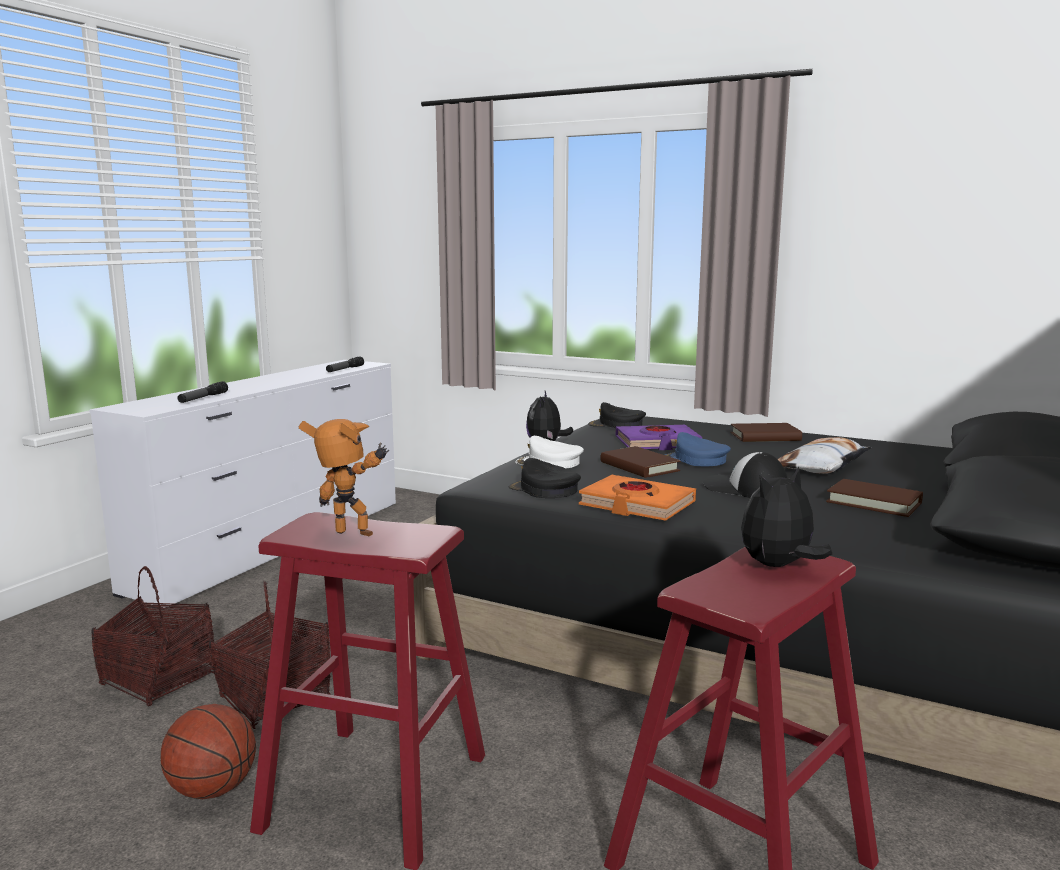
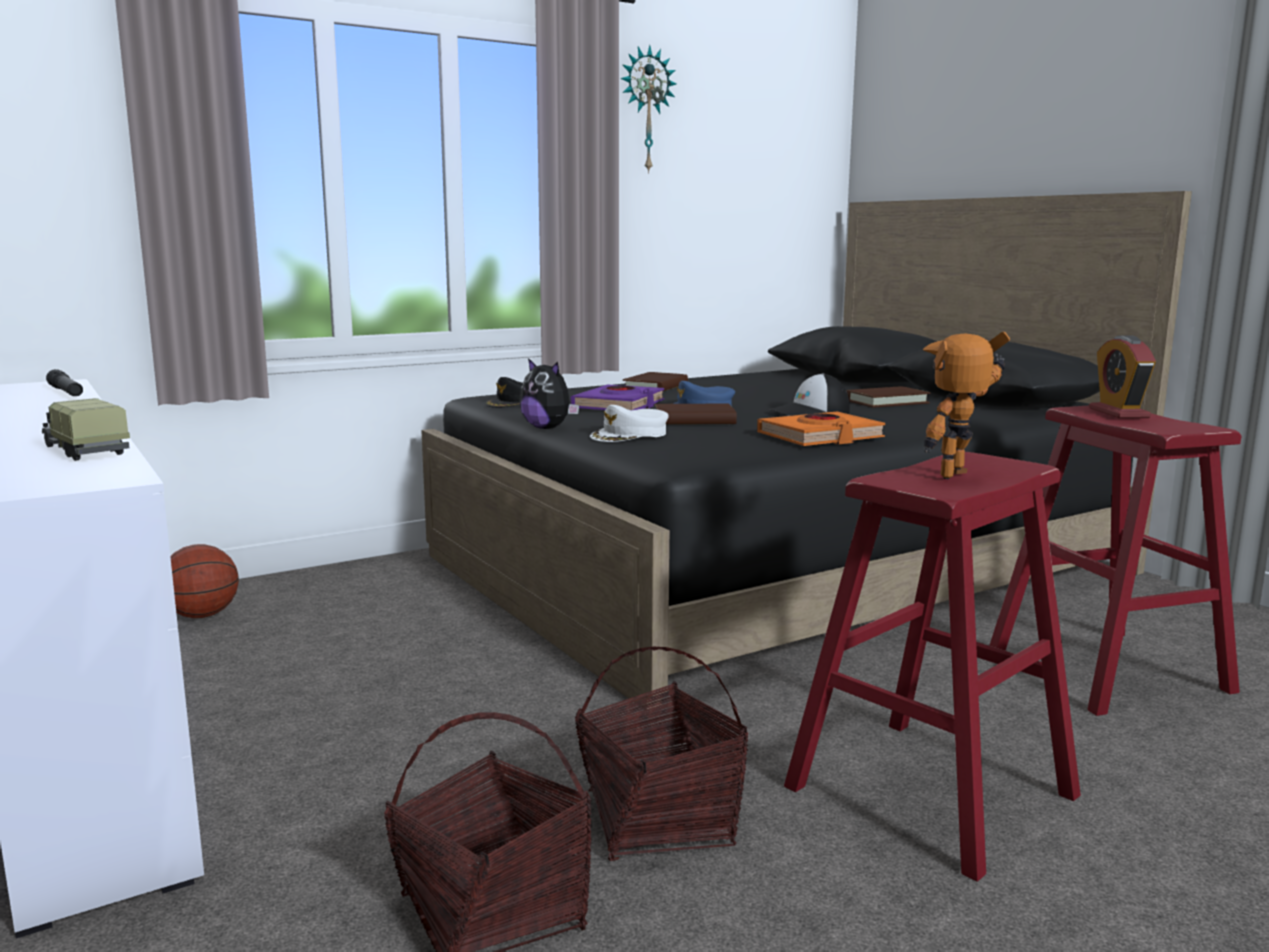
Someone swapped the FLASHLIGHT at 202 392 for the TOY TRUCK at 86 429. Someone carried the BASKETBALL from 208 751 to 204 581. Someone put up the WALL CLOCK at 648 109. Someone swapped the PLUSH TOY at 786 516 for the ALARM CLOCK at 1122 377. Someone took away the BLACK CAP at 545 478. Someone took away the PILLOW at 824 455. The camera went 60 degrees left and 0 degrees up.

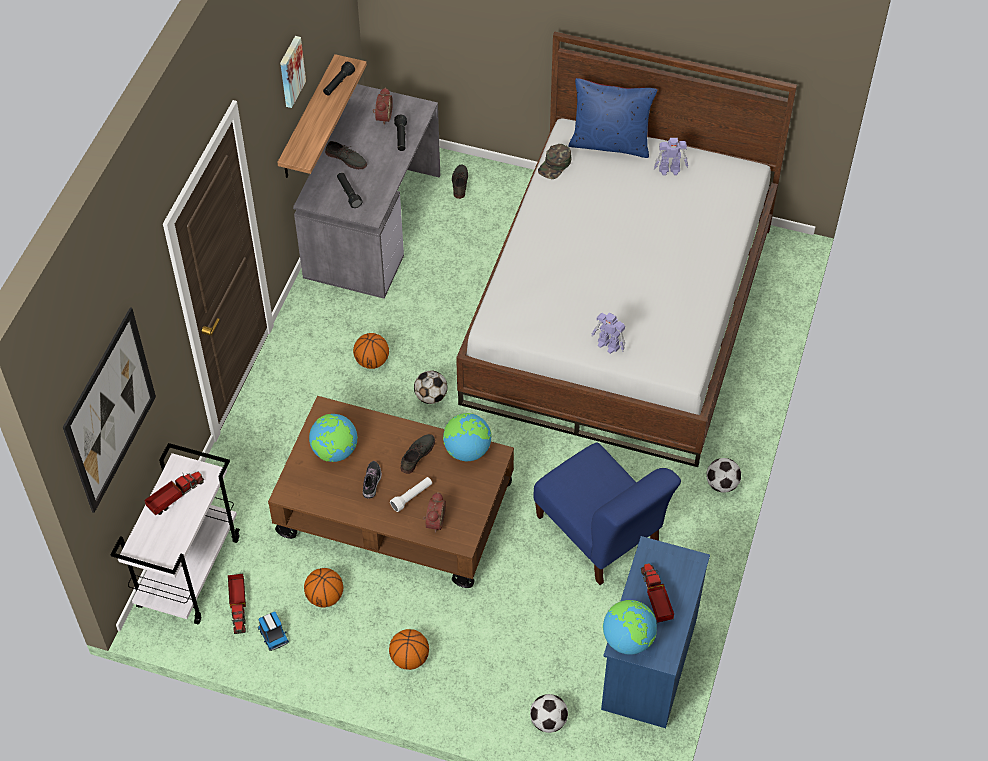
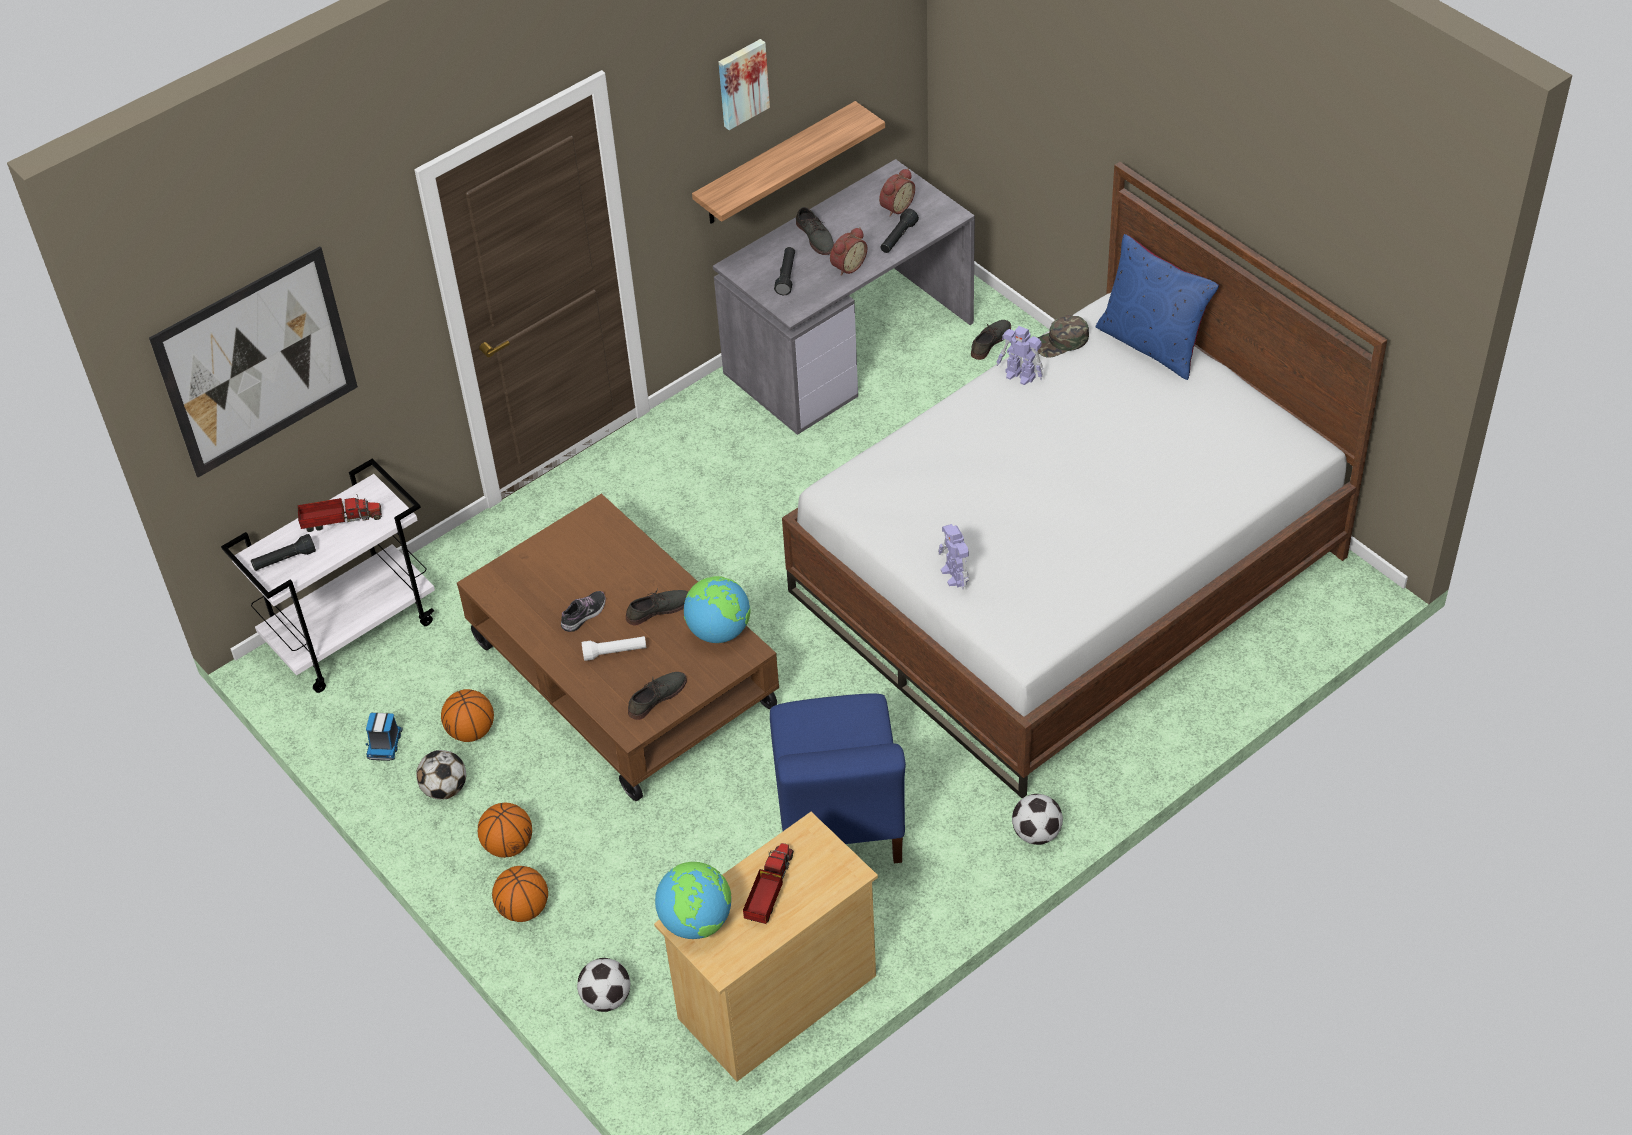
Someone carried the BLACK FLASHLIGHT from 339 78 to 283 552. Someone carried the FOOTBALL from 431 387 to 441 775. Someone carried the BASKETBALL from 371 351 to 520 894. Someone put down the GREY SHOE at 657 696. Someone repainted the BLUE DRESSER at 655 632, which became the BEIGE DRESSER at 766 946. Someone carried the ALARM CLOCK from 434 512 to 848 251. Someone carried the TOY ROBOT from 671 156 to 1019 355. Someone took away the TOY TRUCK at 237 604. Someone took away the GLOBE at 333 438. The camera went 35 degrees right and 5 degrees down.

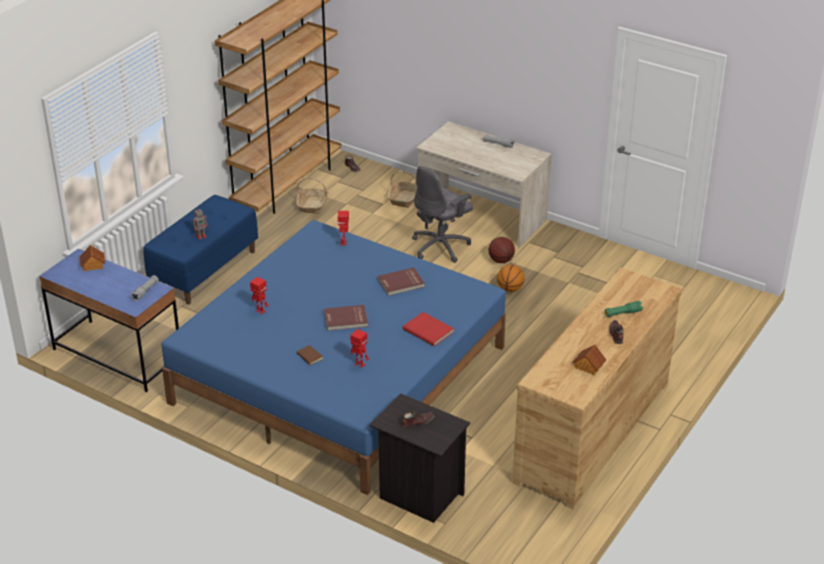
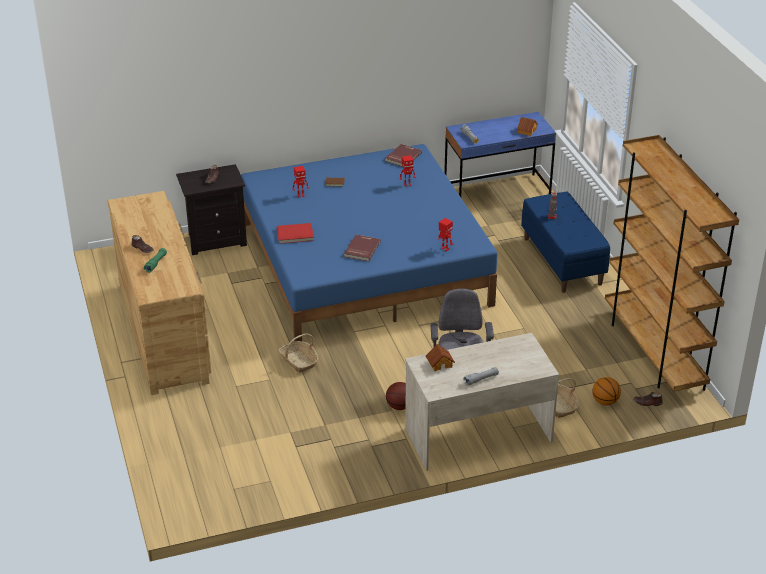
Someone carried the BASKET from 313 195 to 298 353. Someone carried the RED BOOK from 346 318 to 403 155. Someone carried the TOY HOUSE from 589 360 to 440 357. Someone carried the BASKETBALL from 510 278 to 606 391. The camera went 130 degrees right and 0 degrees up.

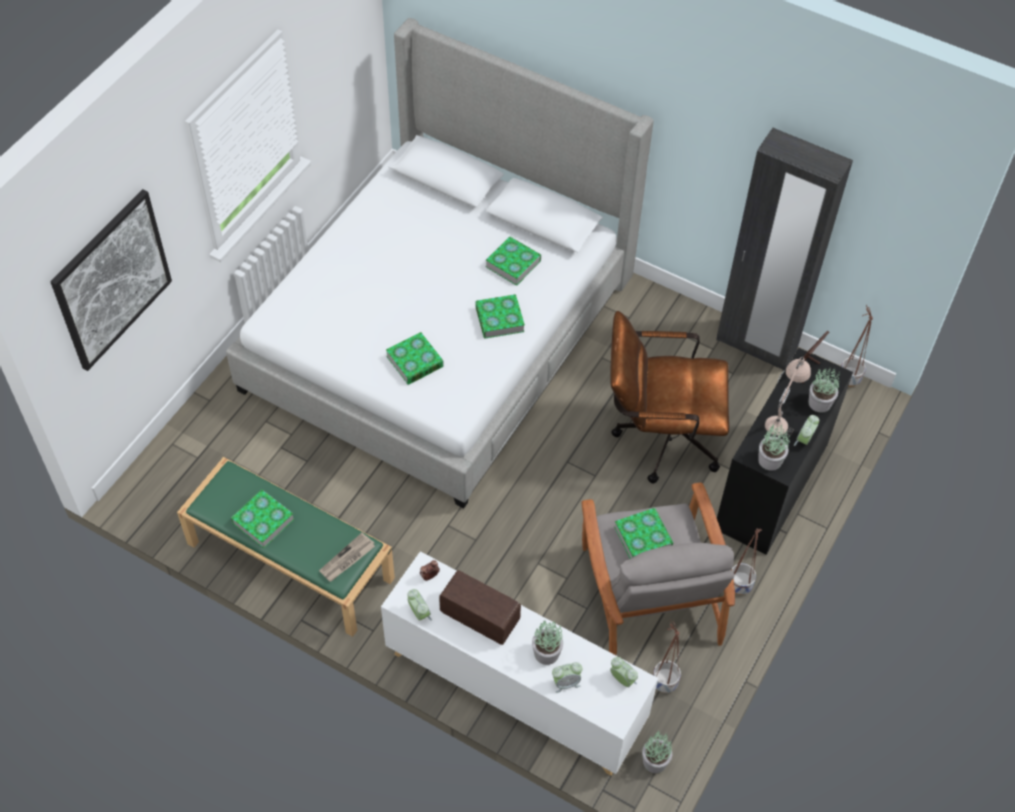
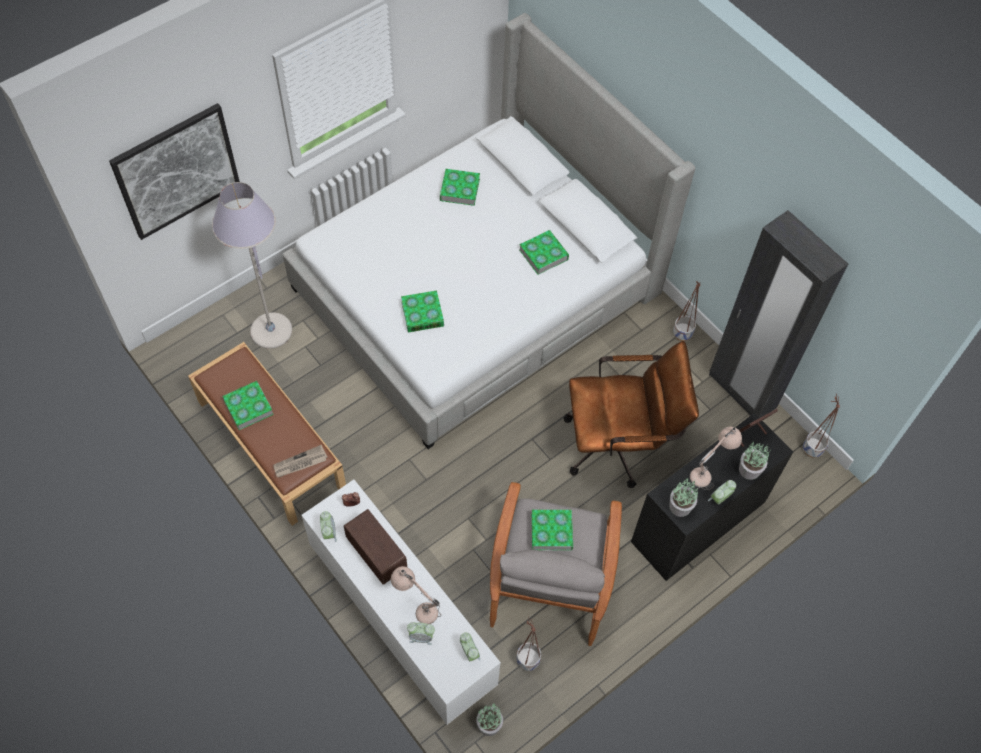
Someone repainted the GREEN BENCH at 286 547, which became the BROWN BENCH at 267 434. Someone put down the GREY FLOOR LAMP at 252 265. Someone swapped the POTTED PLANT at 547 642 for the BEIGE TABLE LAMP at 416 595. Someone carried the BOOK from 500 316 to 460 187. Someone rotated the BROWN OFFICE CHAIR at 669 397 by 150 degrees clockwise. Someone carried the PLANTER from 747 562 to 687 311. The camera went 20 degrees right and 5 degrees up.

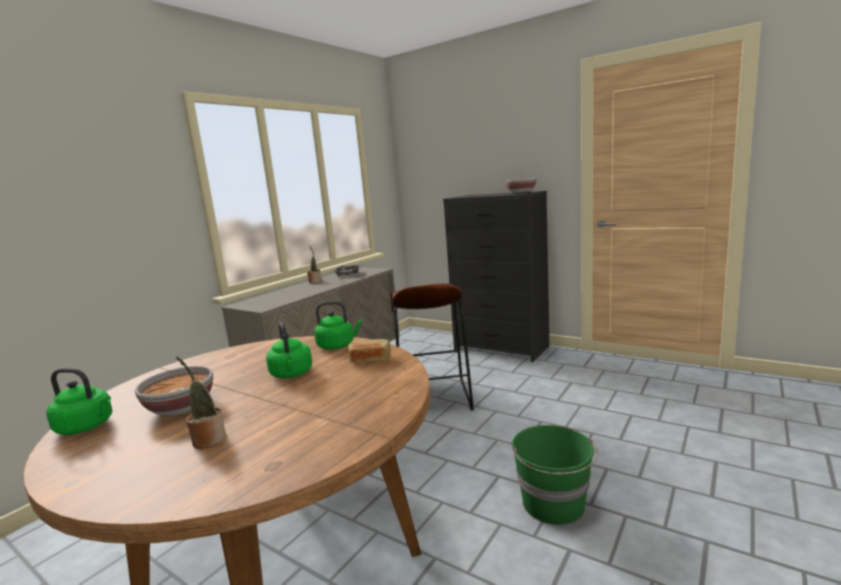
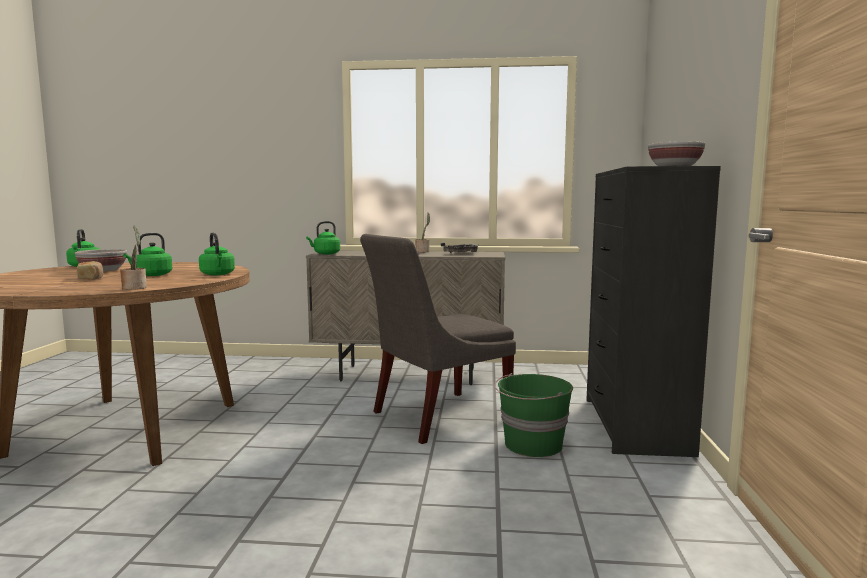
Someone carried the BREAD from 369 351 to 90 270. Someone carried the POTTED PLANT from 201 402 to 133 258. Someone put down the GREEN KETTLE at 323 237. Someone swapped the BROWN STOOL at 433 346 for the GREY CHAIR at 438 339. Someone carried the GREEN BUCKET from 554 475 to 533 415. The camera went 60 degrees right and 5 degrees down.

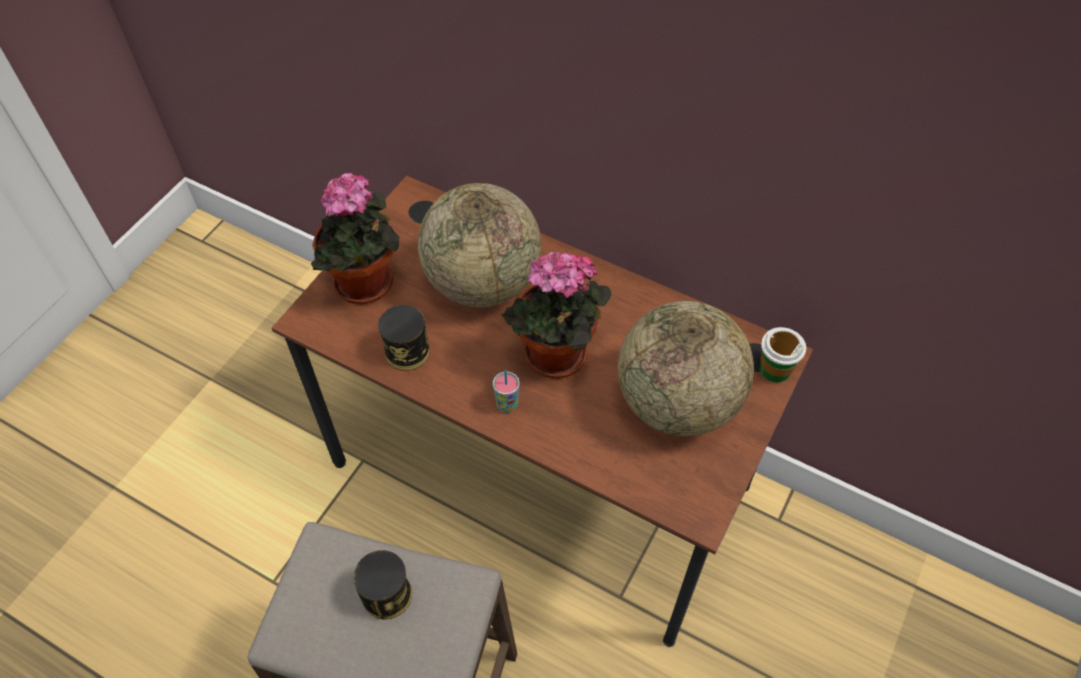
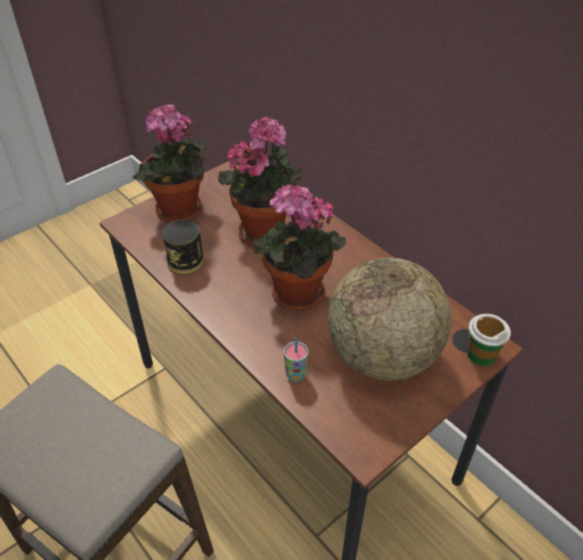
Someone swapped the GLOBE at 479 245 for the POTTED PLANT at 260 181. Someone carried the CUP from 506 391 to 296 359. Someone took away the CAN at 383 584. The camera went 20 degrees right and 10 degrees down.

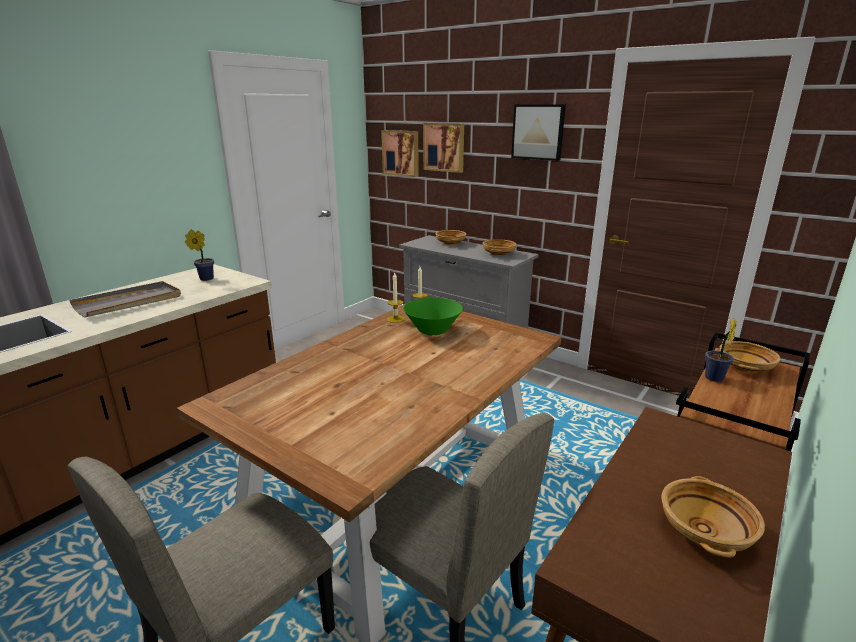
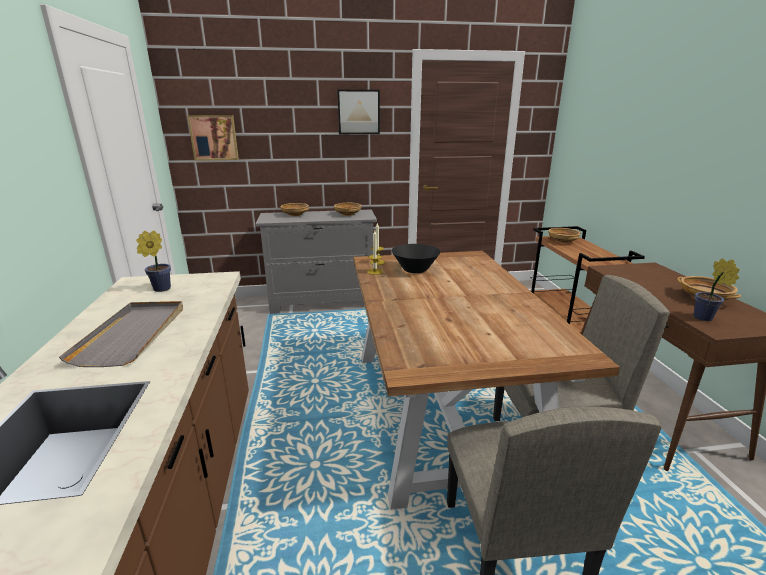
Someone repainted the GREEN BOWL at 433 316, which became the BLACK BOWL at 416 258. Someone carried the POTTED PLANT from 721 349 to 716 289. Someone took away the PICTURE at 443 148. The camera went 45 degrees left and 0 degrees up.

